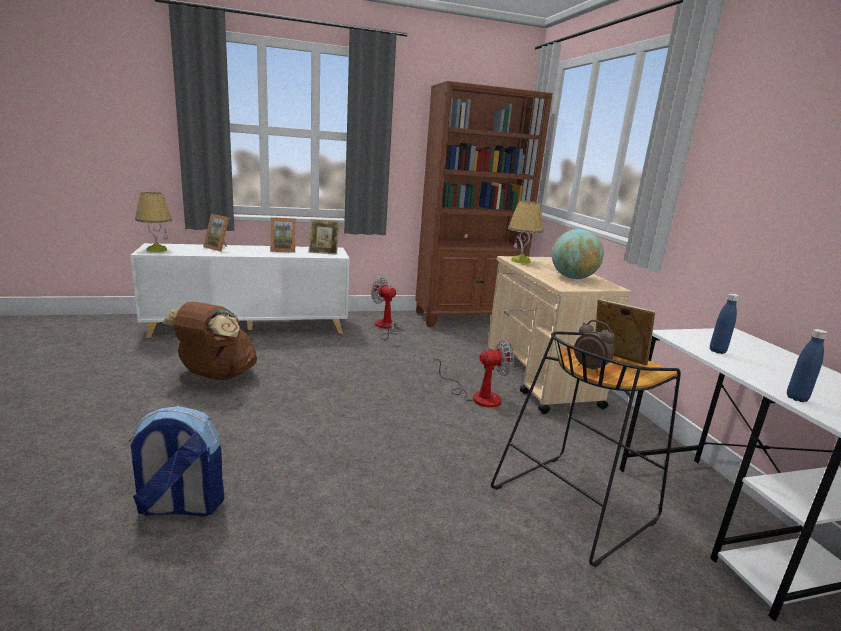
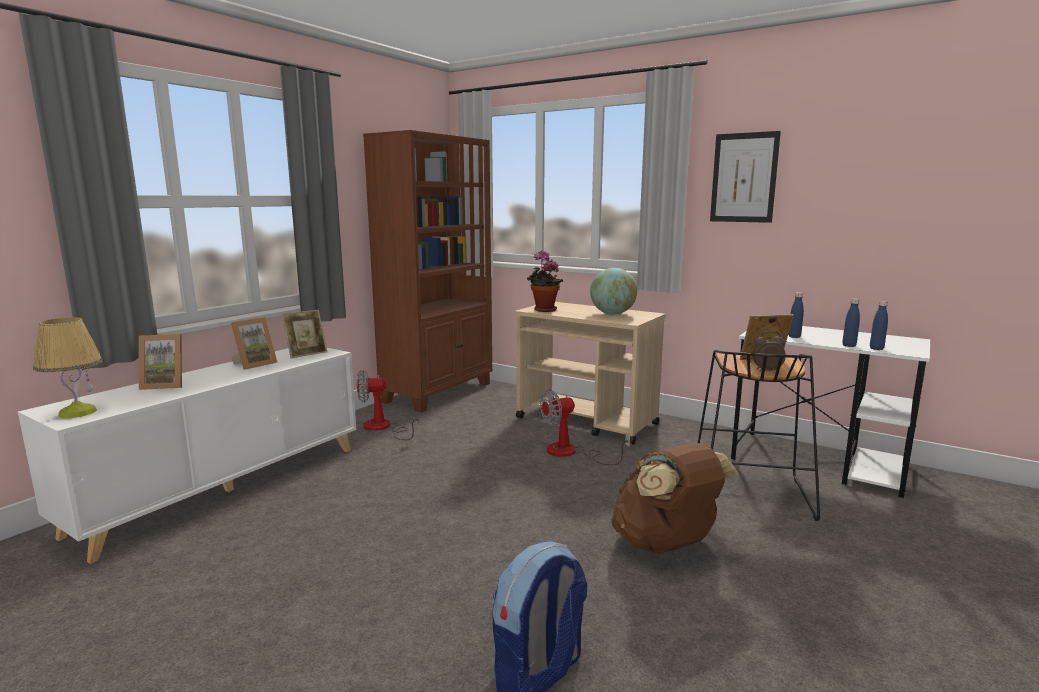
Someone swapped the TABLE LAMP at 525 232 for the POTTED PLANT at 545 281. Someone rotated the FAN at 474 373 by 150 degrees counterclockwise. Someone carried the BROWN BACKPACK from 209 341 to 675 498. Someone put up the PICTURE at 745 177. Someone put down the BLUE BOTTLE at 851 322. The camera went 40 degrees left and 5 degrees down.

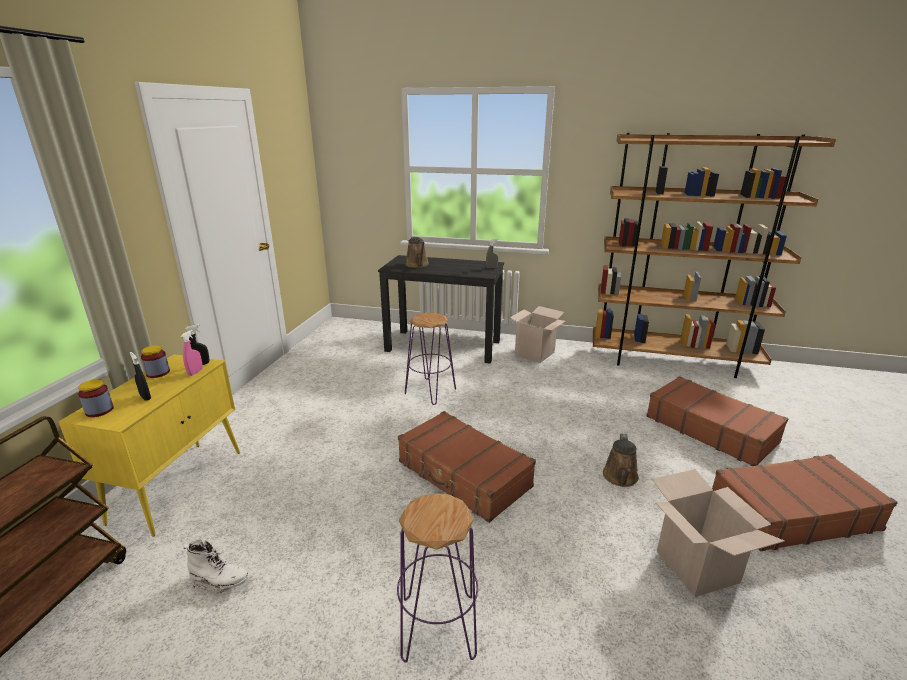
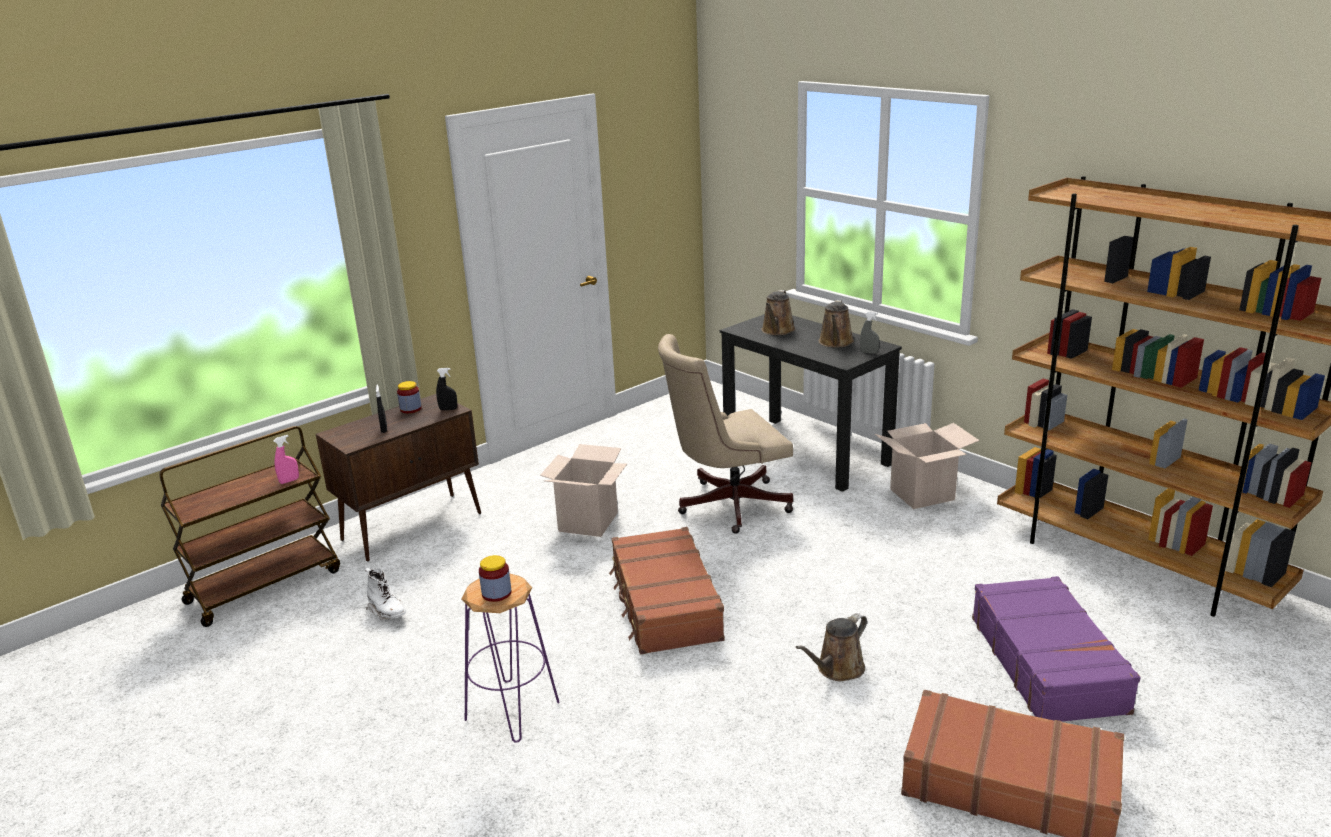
Someone carried the PINK SPRAY BOTTLE from 192 353 to 286 459. Someone repainted the YELLOW CABINET at 149 445, which became the BROWN CABINET at 398 478. Someone carried the JAR from 96 398 to 495 578. Someone carried the CARDBOARD BOX from 718 533 to 583 490. Someone swapped the PURPLE STOOL at 430 358 for the BEIGE OFFICE CHAIR at 725 434. Someone put down the BROWN WATERING CAN at 836 324. Someone repainted the BROWN SUITCASE at 717 421, which became the PURPLE SUITCASE at 1056 649. The camera went 35 degrees right and 0 degrees up.

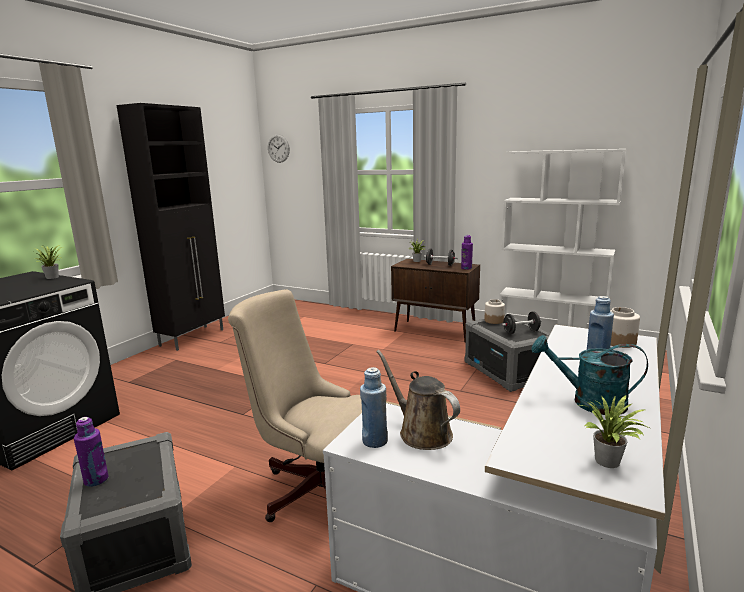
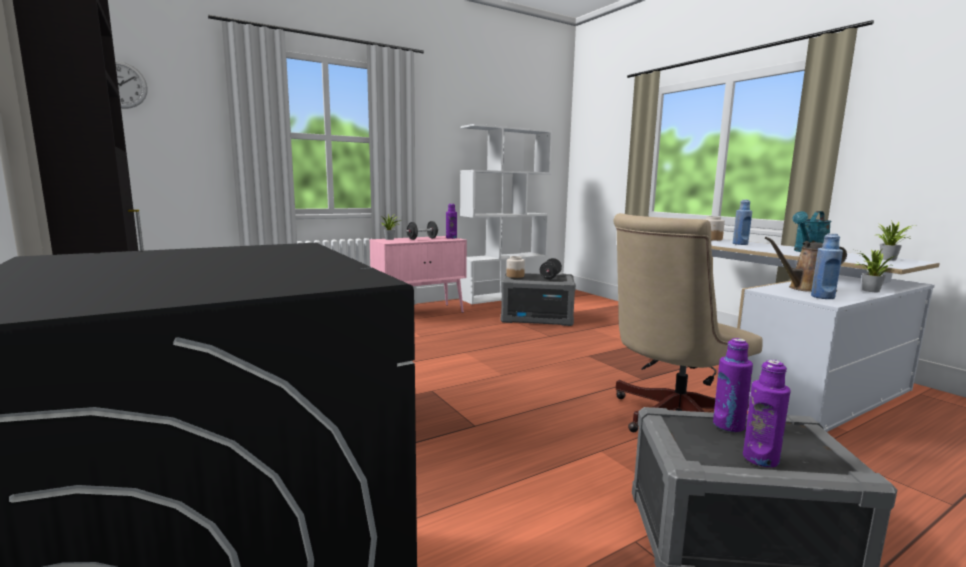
Someone repainted the BROWN CABINET at 435 301, which became the PINK CABINET at 418 274. Someone put down the PURPLE BOTTLE at 733 385. Someone carried the POTTED PLANT from 47 262 to 875 270. The camera went 60 degrees left and 5 degrees down.

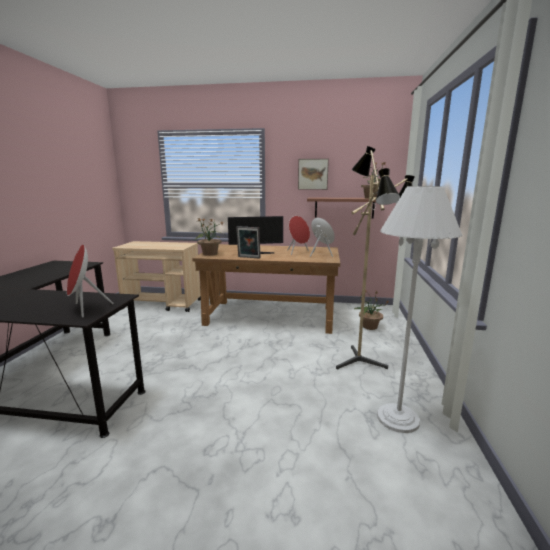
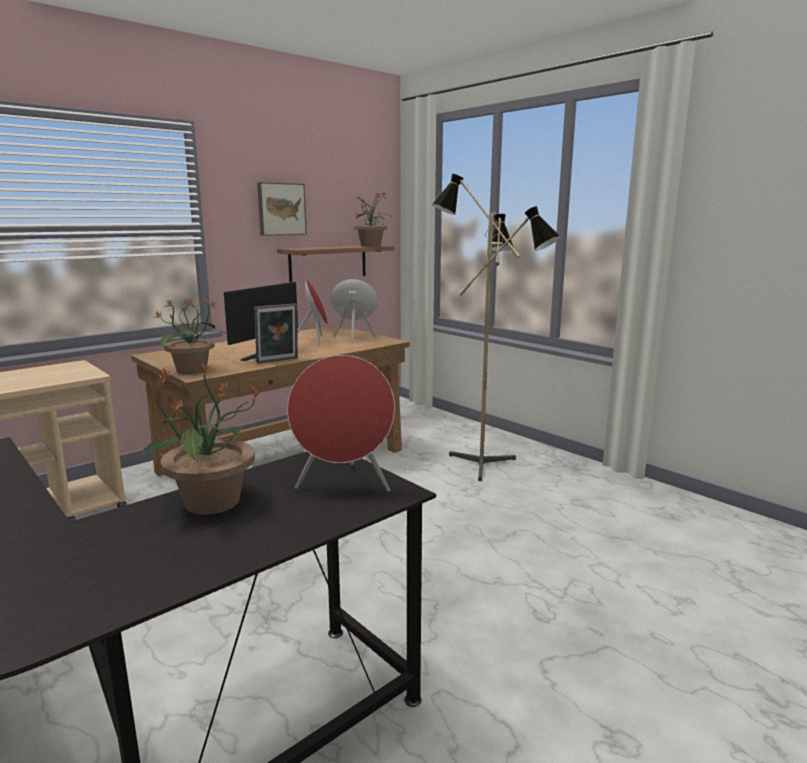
Someone carried the POTTED PLANT from 371 309 to 199 439. Someone took away the WHITE FLOOR LAMP at 419 309. The camera went 50 degrees left and 0 degrees up.

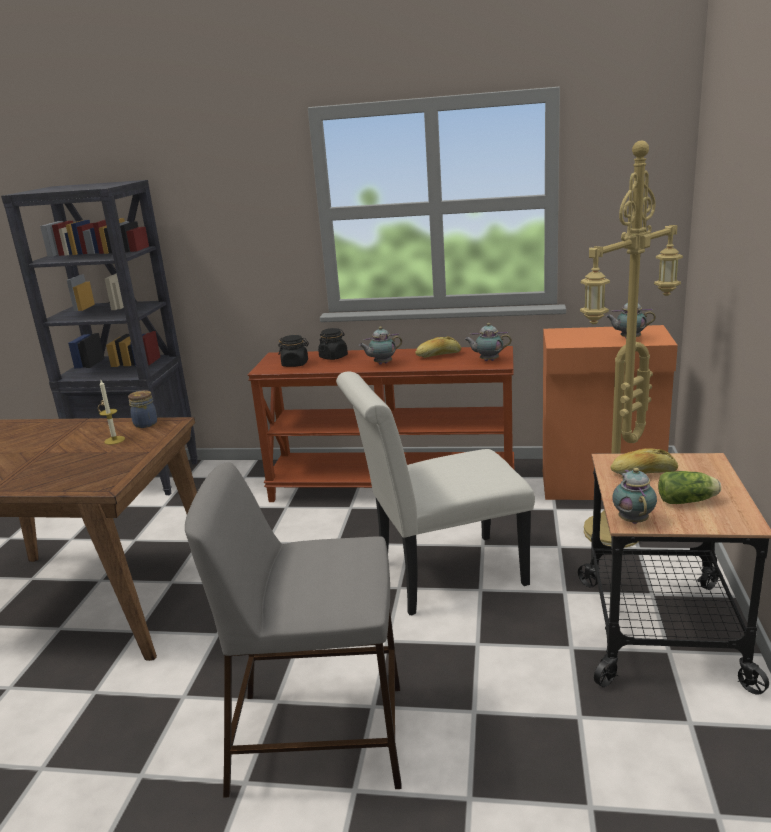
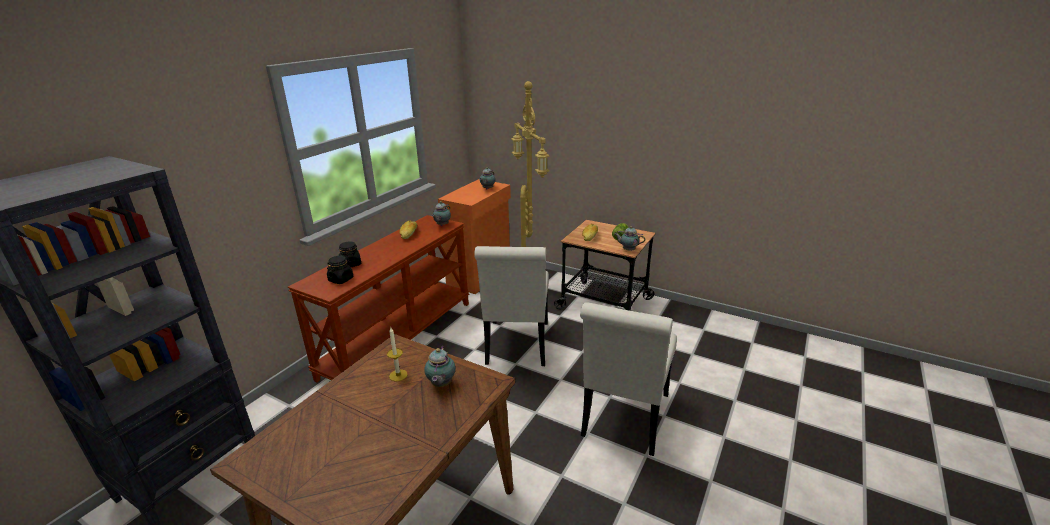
Someone carried the TEAPOT from 380 346 to 440 366. Someone swapped the GREY STOOL at 293 630 for the WHITE CHAIR at 628 379. Someone took away the JAR at 142 409. The camera went 70 degrees left and 5 degrees up.

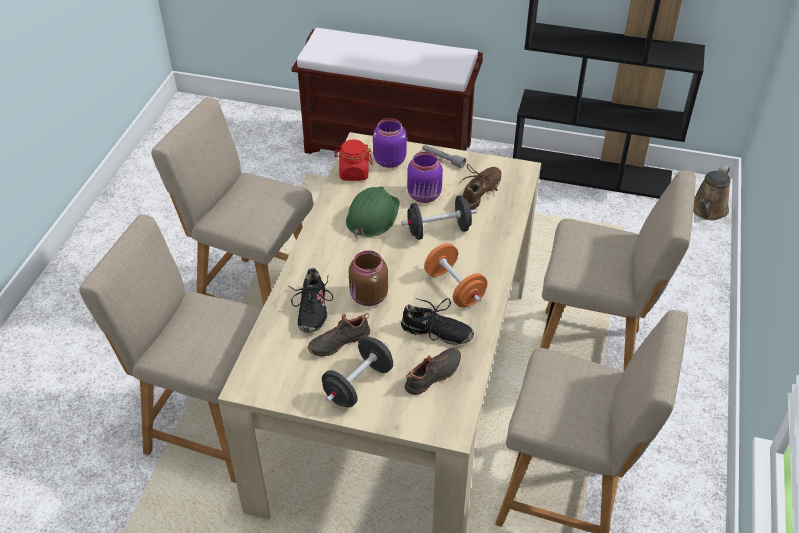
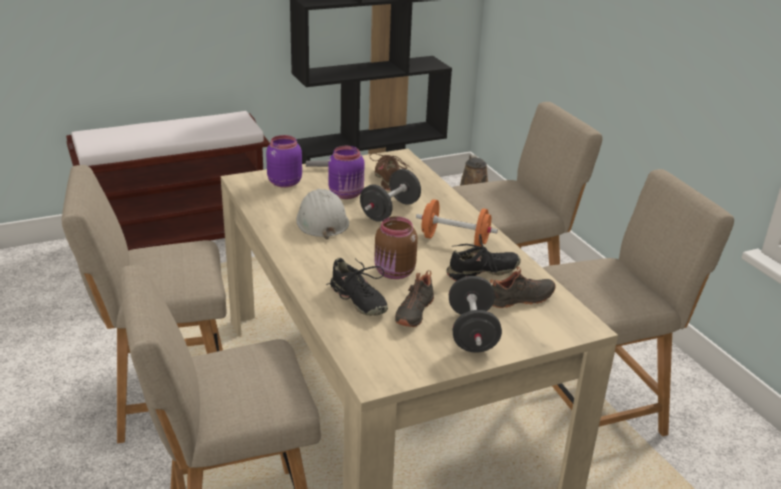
Someone repainted the GREEN HARD HAT at 373 212, which became the WHITE HARD HAT at 322 214. Someone rotated the BLACK SHOE at 432 371 by 60 degrees clockwise. Someone took away the RED JAR at 353 160. The camera went 40 degrees left and 15 degrees down.

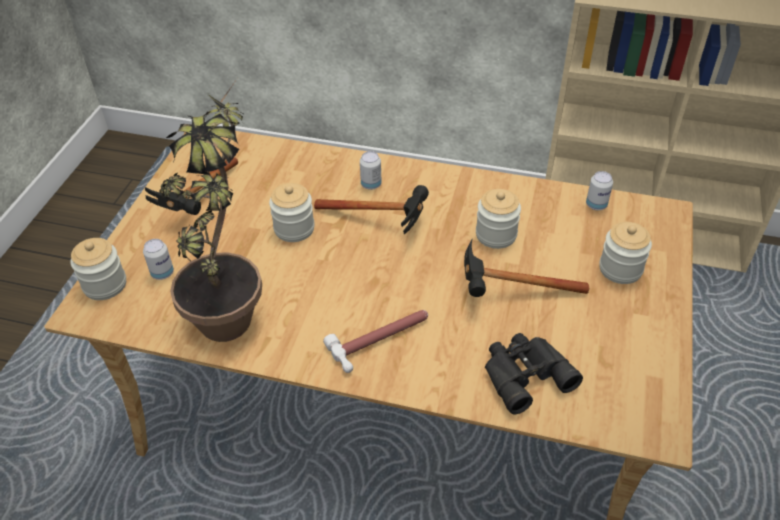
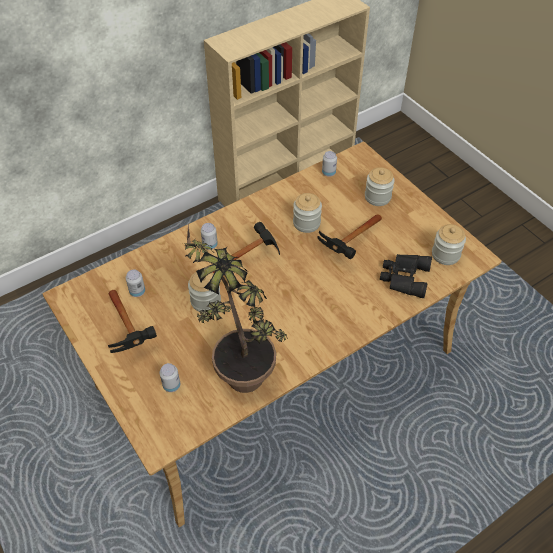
Someone put down the CAN at 135 283. Someone carried the JAR from 98 269 to 449 244. Someone took away the HAMMER at 375 341. The camera went 50 degrees left and 5 degrees up.

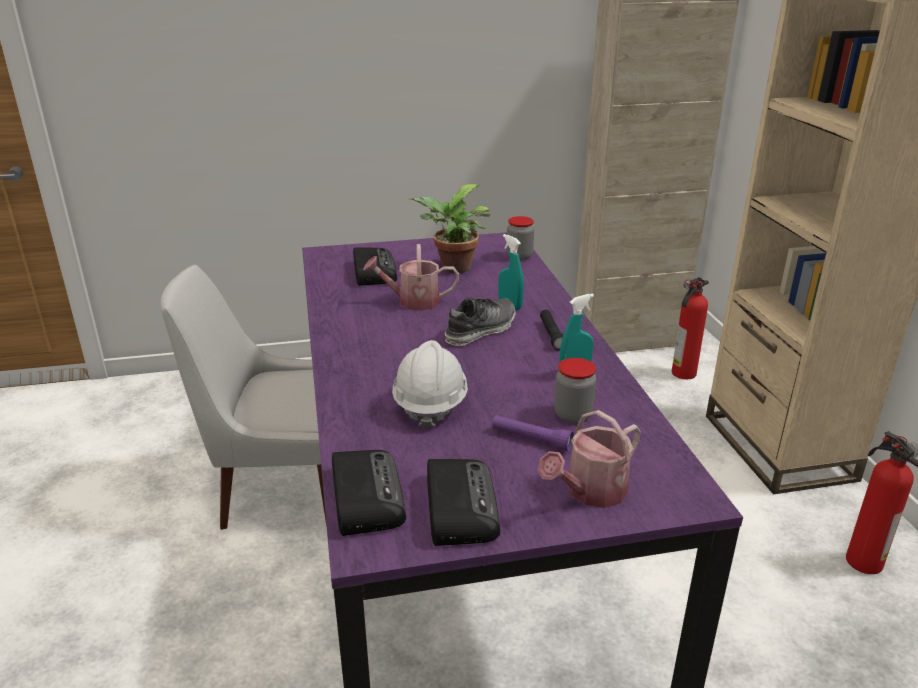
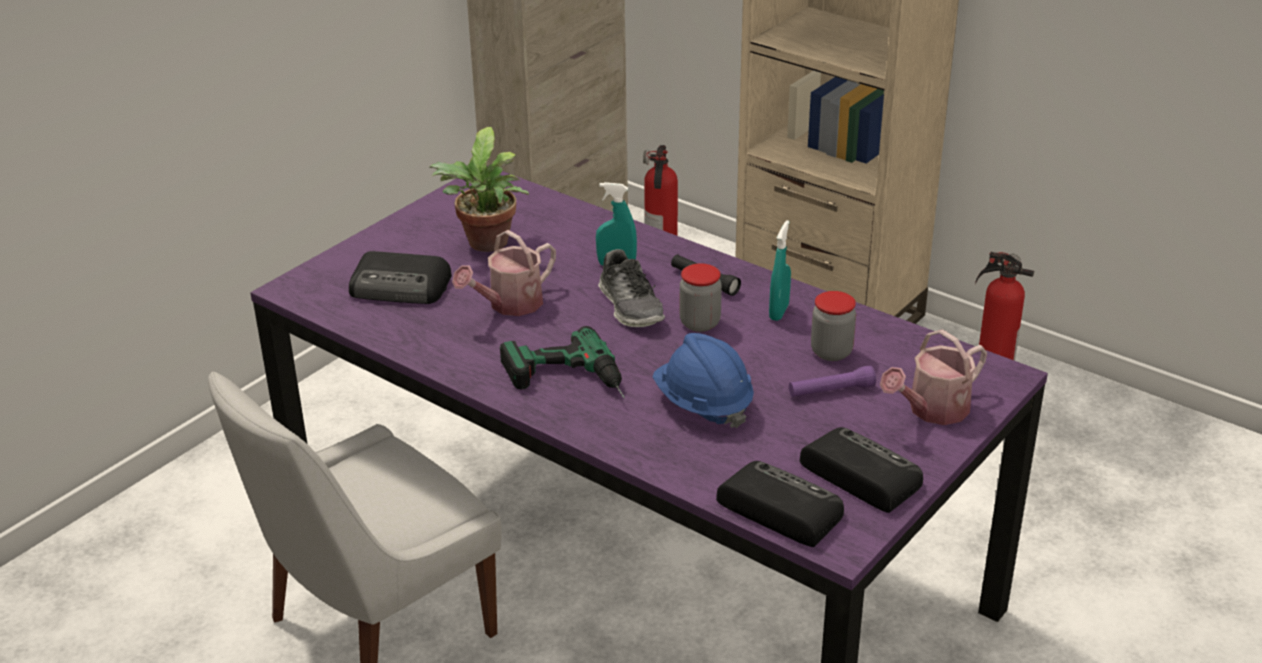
Someone rotated the RADIO at 375 267 by 150 degrees clockwise. Someone put down the POWER DRILL at 562 362. Someone rotated the SHOE at 480 321 by 150 degrees clockwise. Someone repainted the WHITE HARD HAT at 430 384, which became the BLUE HARD HAT at 703 380. Someone carried the JAR from 520 238 to 701 297. Someone rotated the WATERING CAN at 589 459 by 45 degrees clockwise. The camera went 40 degrees left and 5 degrees up.

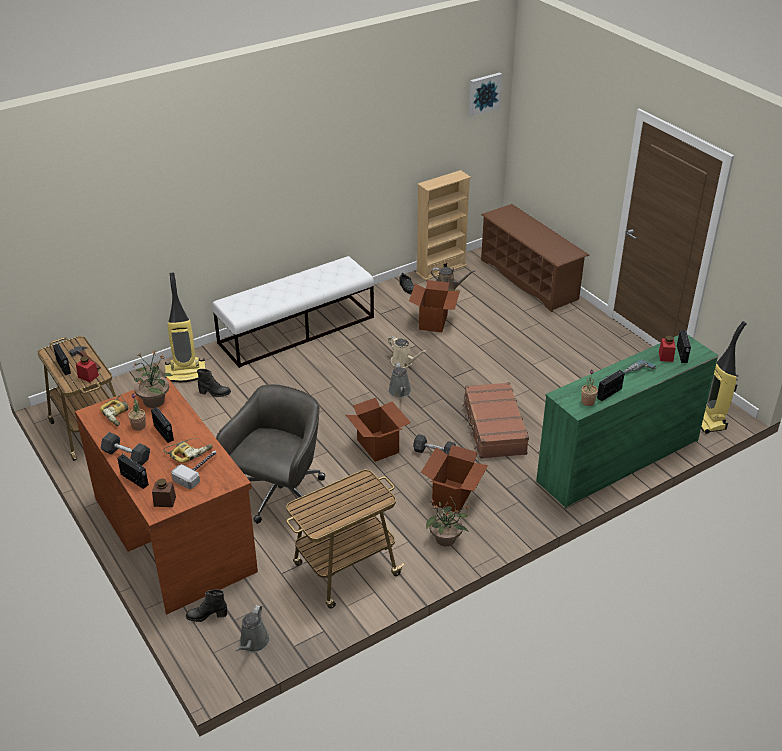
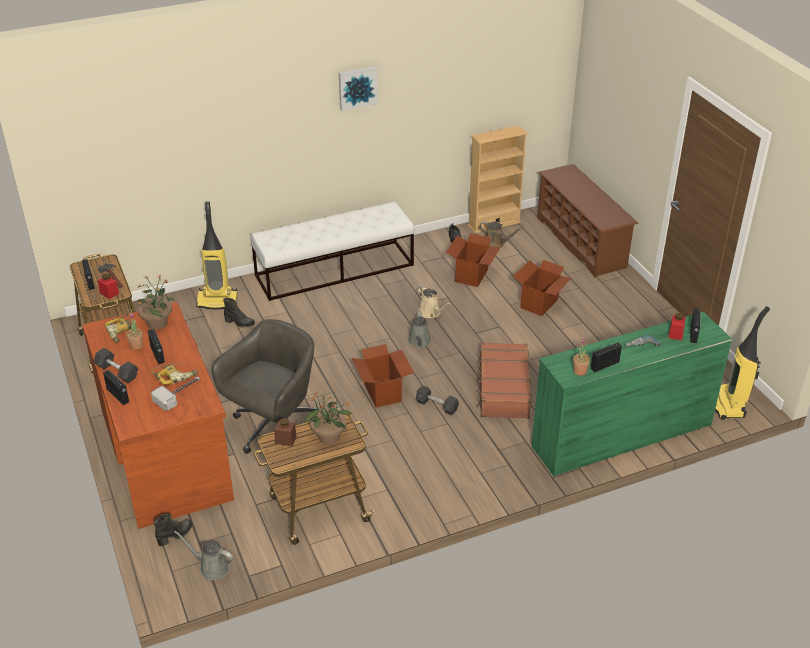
Someone rotated the BLACK BOOT at 206 605 by 135 degrees clockwise. Someone rotated the GREY WATERING CAN at 253 629 by 90 degrees clockwise. Someone carried the BROWN JAR from 164 492 to 285 432. Someone carried the POTTED PLANT from 448 521 to 329 417. Someone carried the PICTURE from 485 94 to 358 88. Someone carried the CARDBOARD BOX from 454 479 to 542 288. The camera went 10 degrees right and 0 degrees up.

